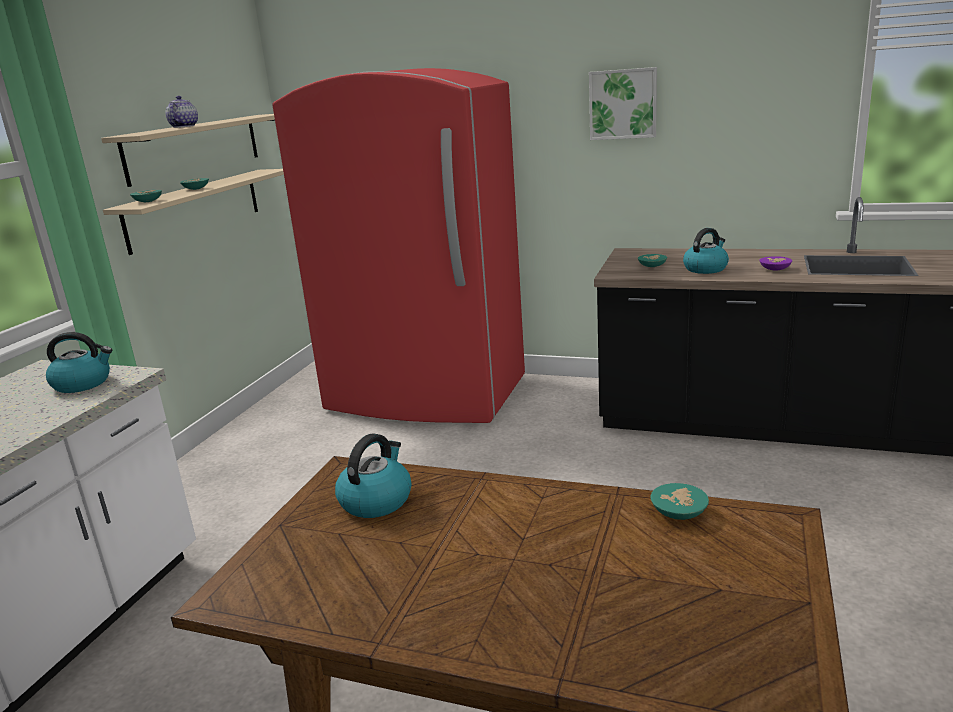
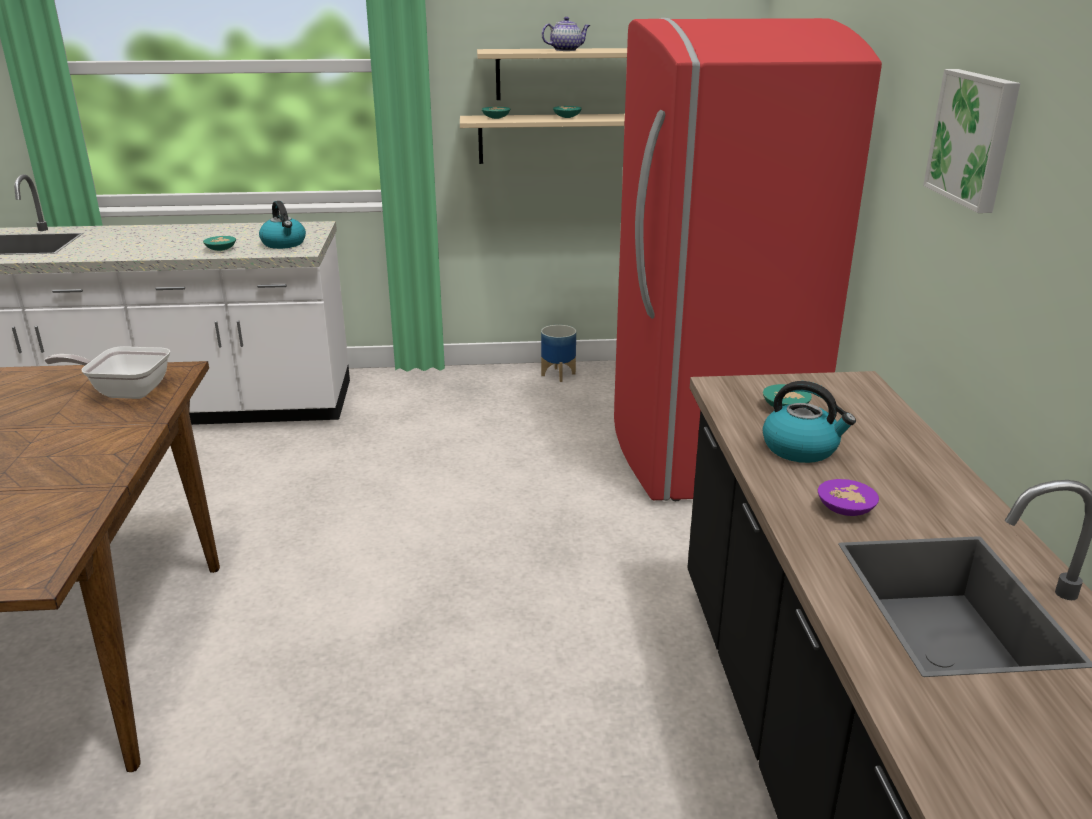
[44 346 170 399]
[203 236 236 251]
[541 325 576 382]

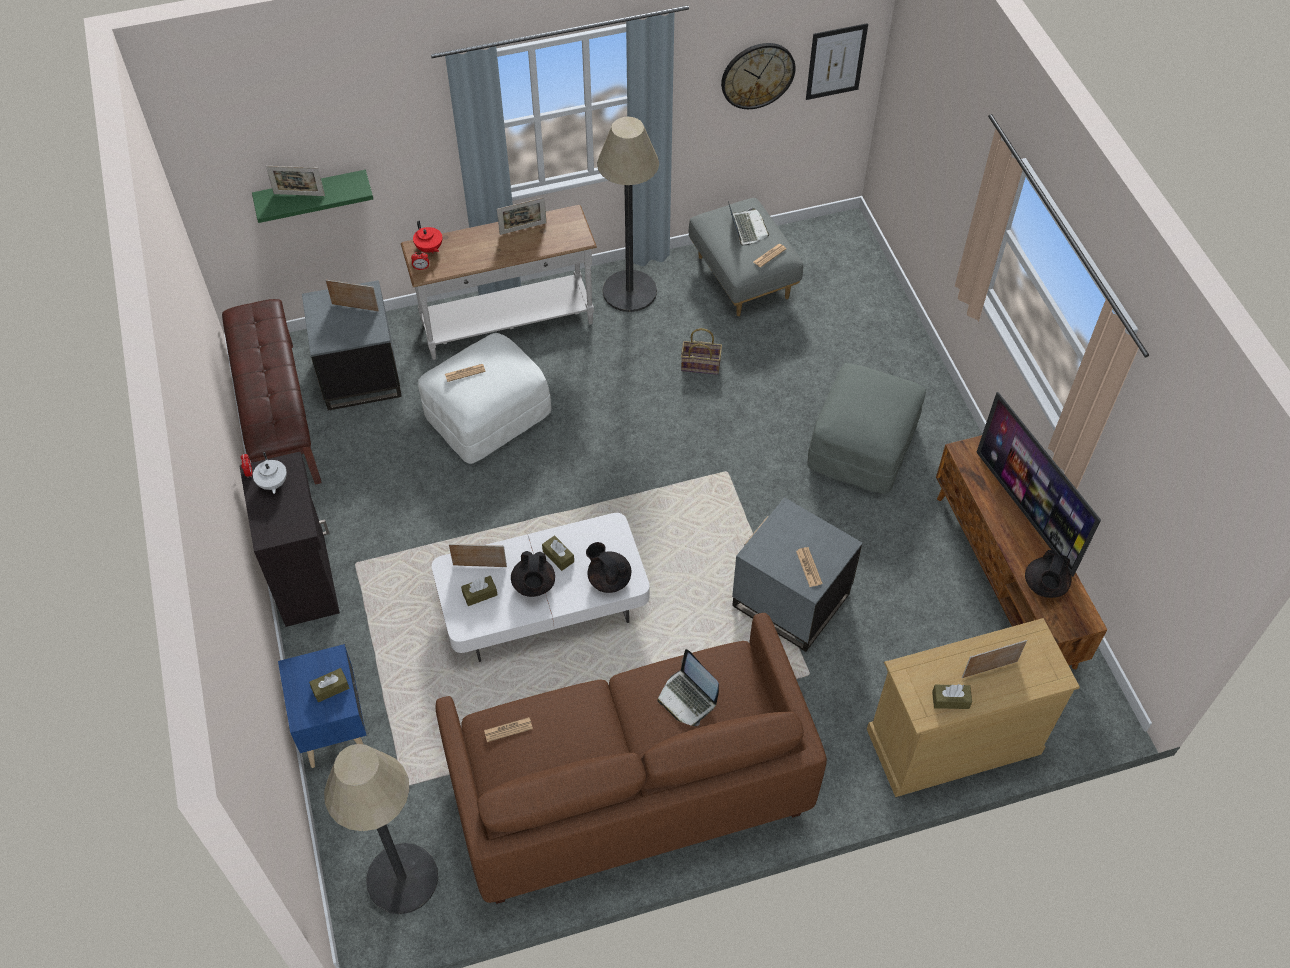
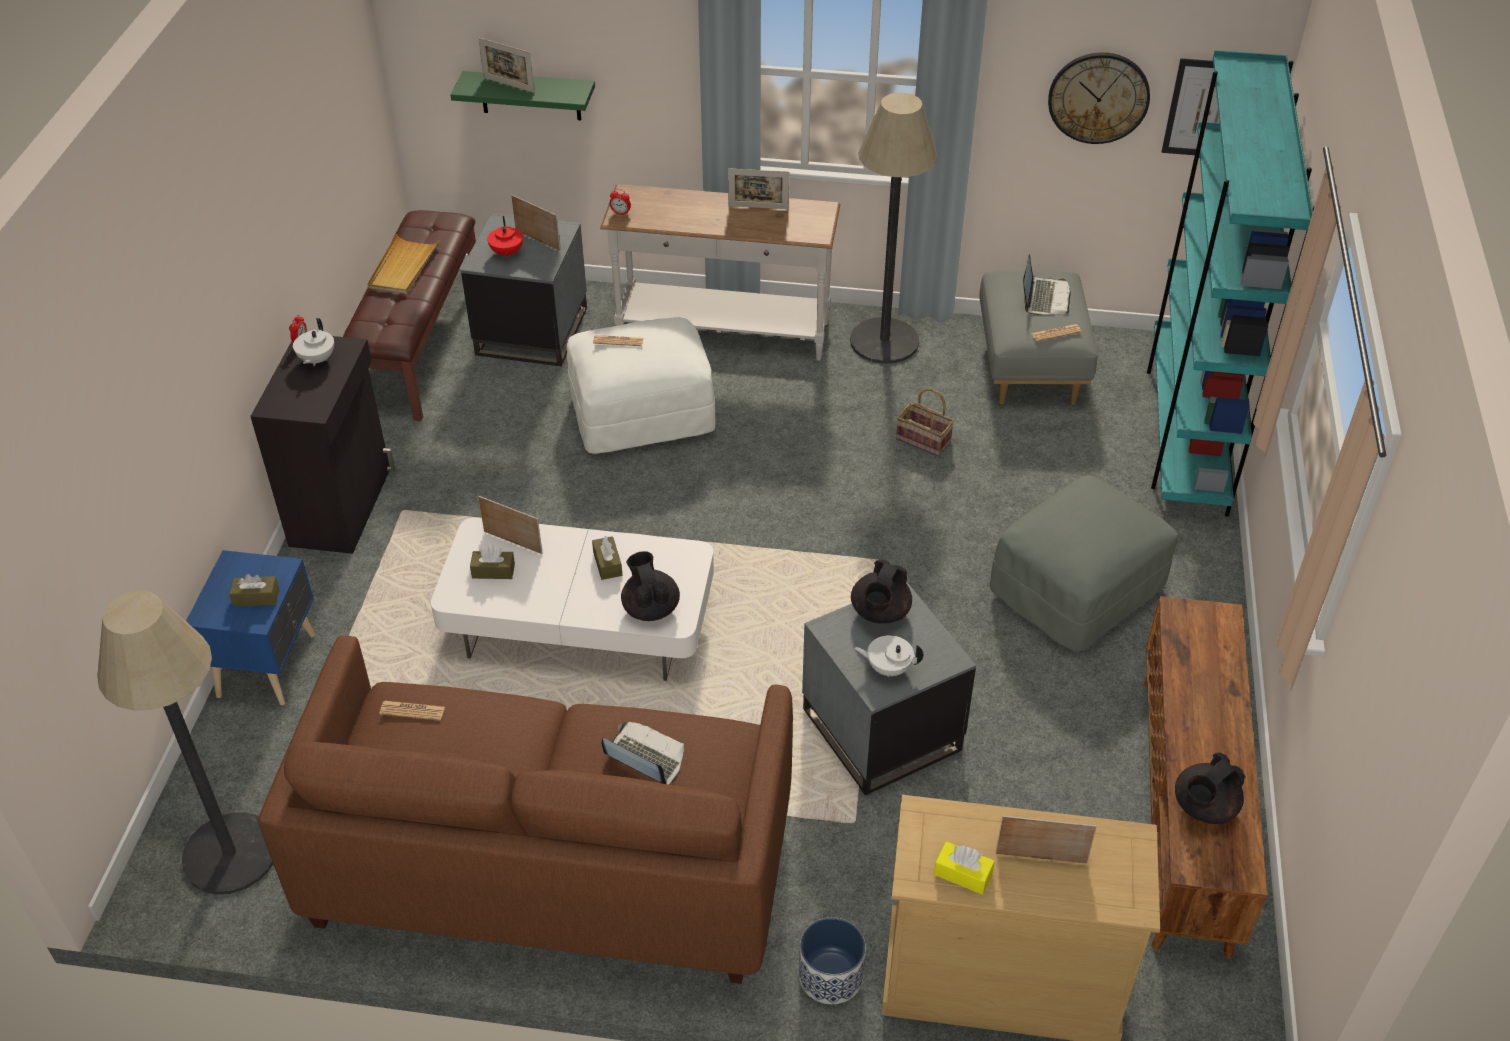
[487 216 523 259]
[851 559 912 623]
[602 722 684 785]
[854 635 923 677]
[934 841 995 895]
[976 392 1101 577] (first image)
[367 234 440 294]
[799 917 866 1004]
[1147 50 1314 517]

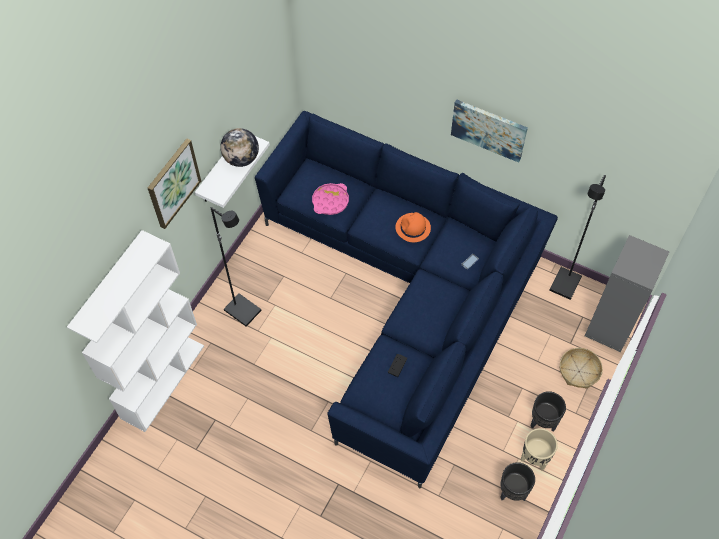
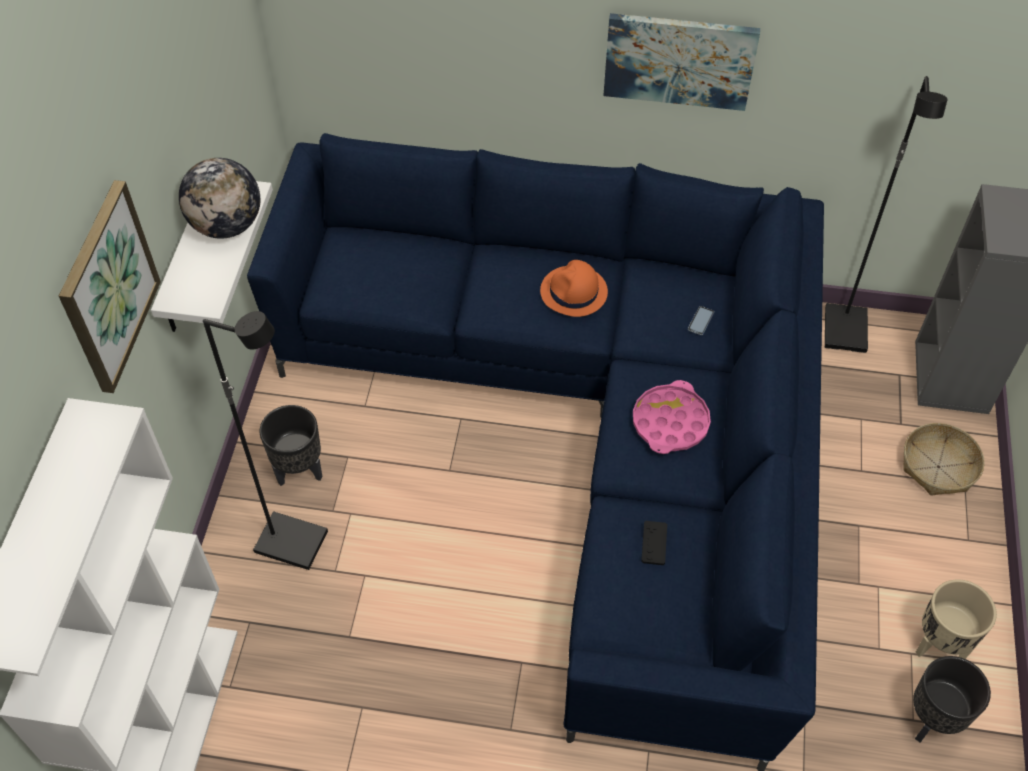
[633 380 711 454]
[259 405 323 486]

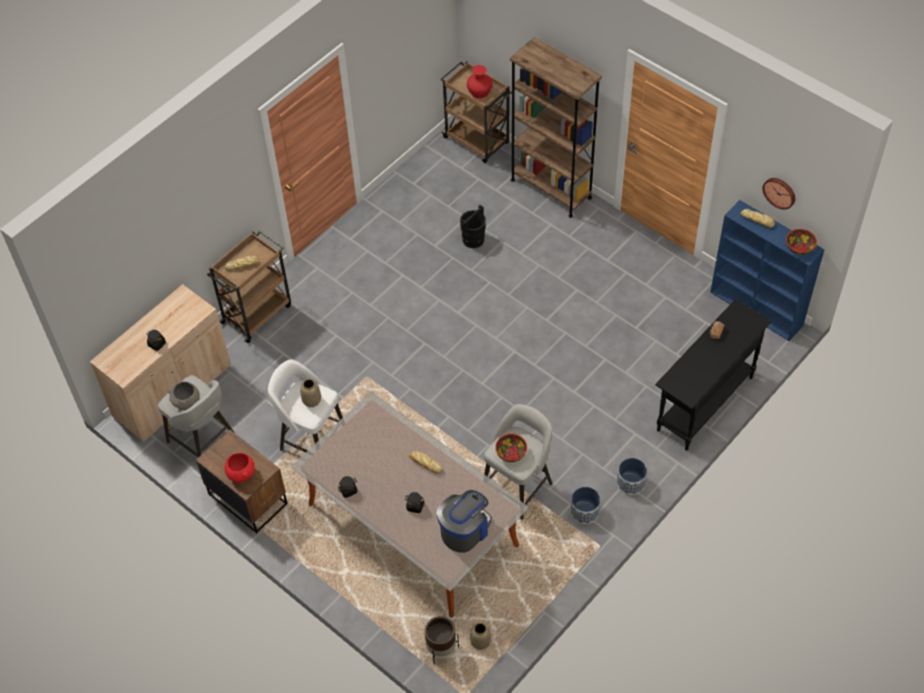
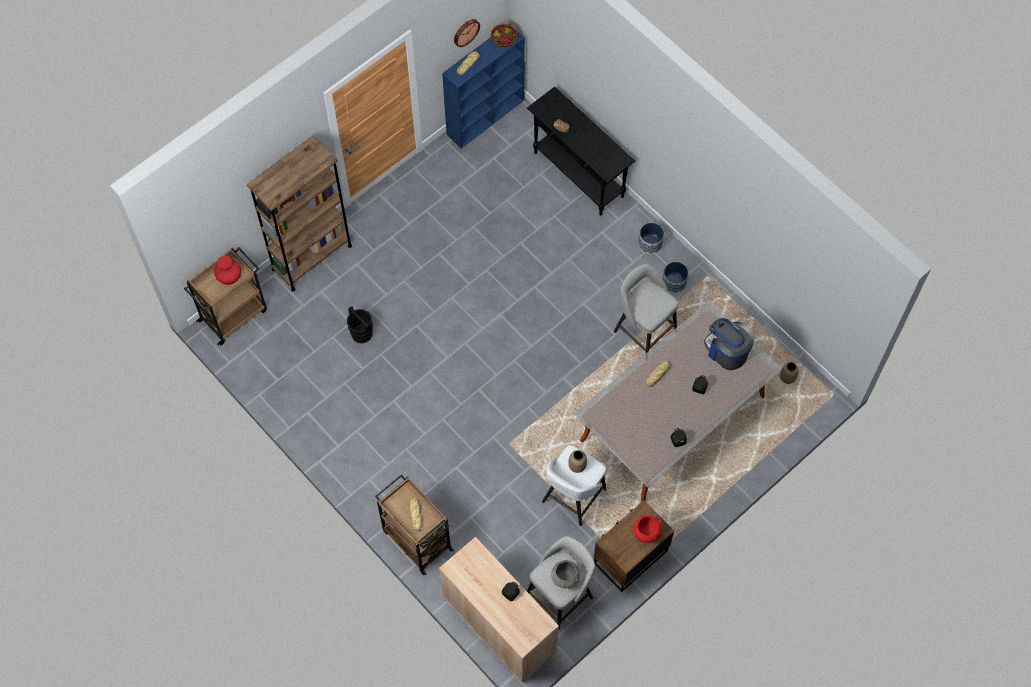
[425 616 459 664] (first image)
[495 434 527 462] (first image)

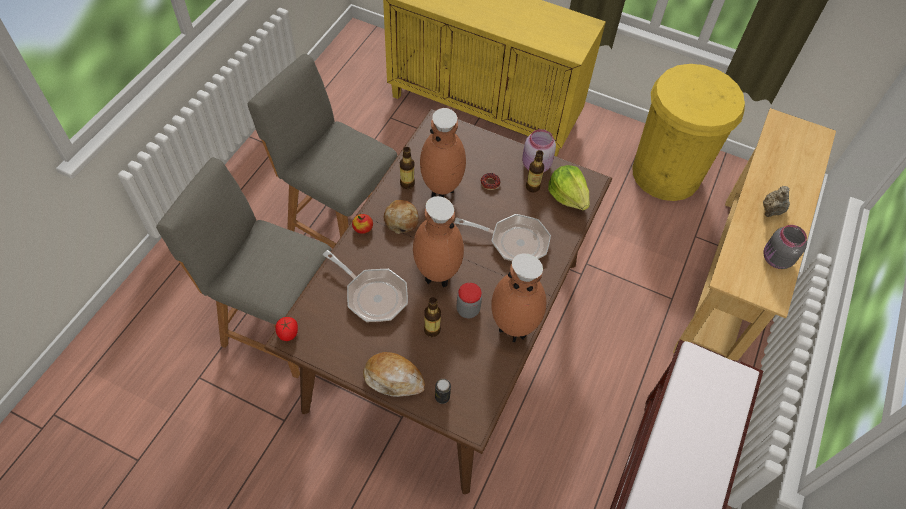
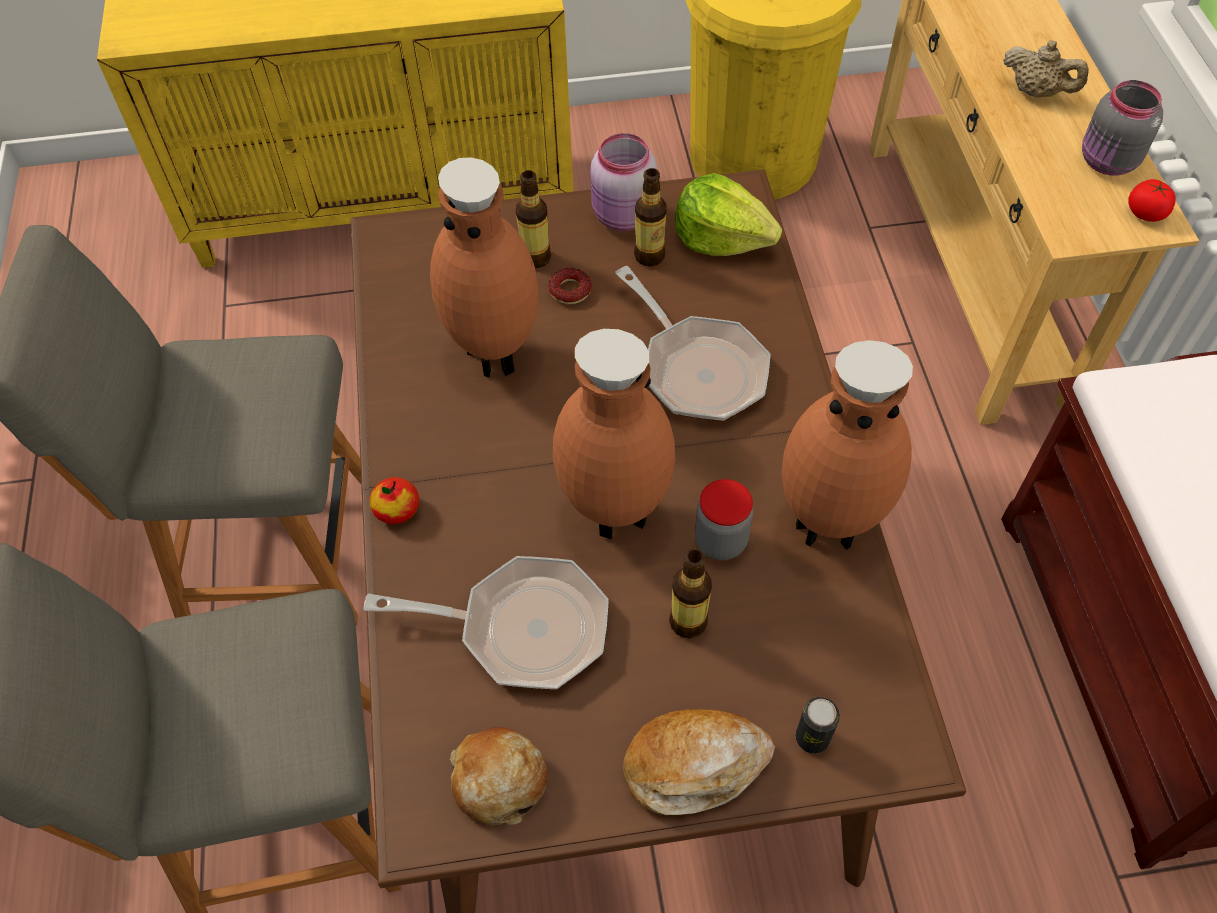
[1128 179 1176 222]
[450 727 548 826]
[516 170 551 268]
[615 266 771 421]
[1003 40 1089 98]

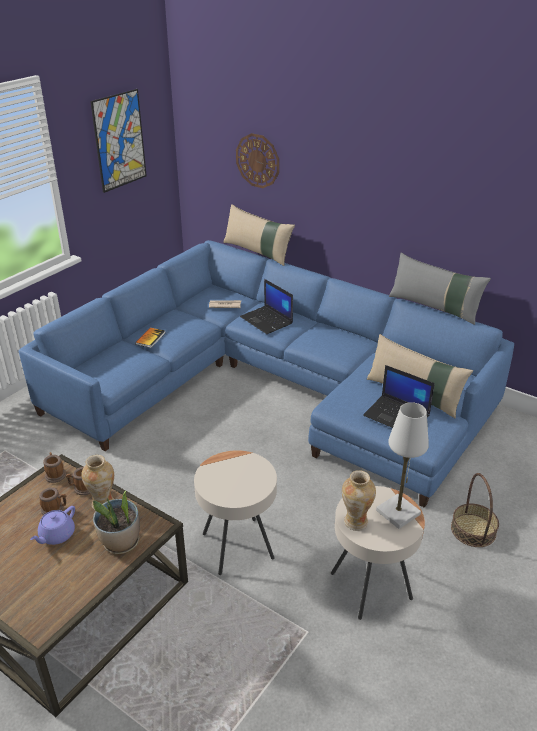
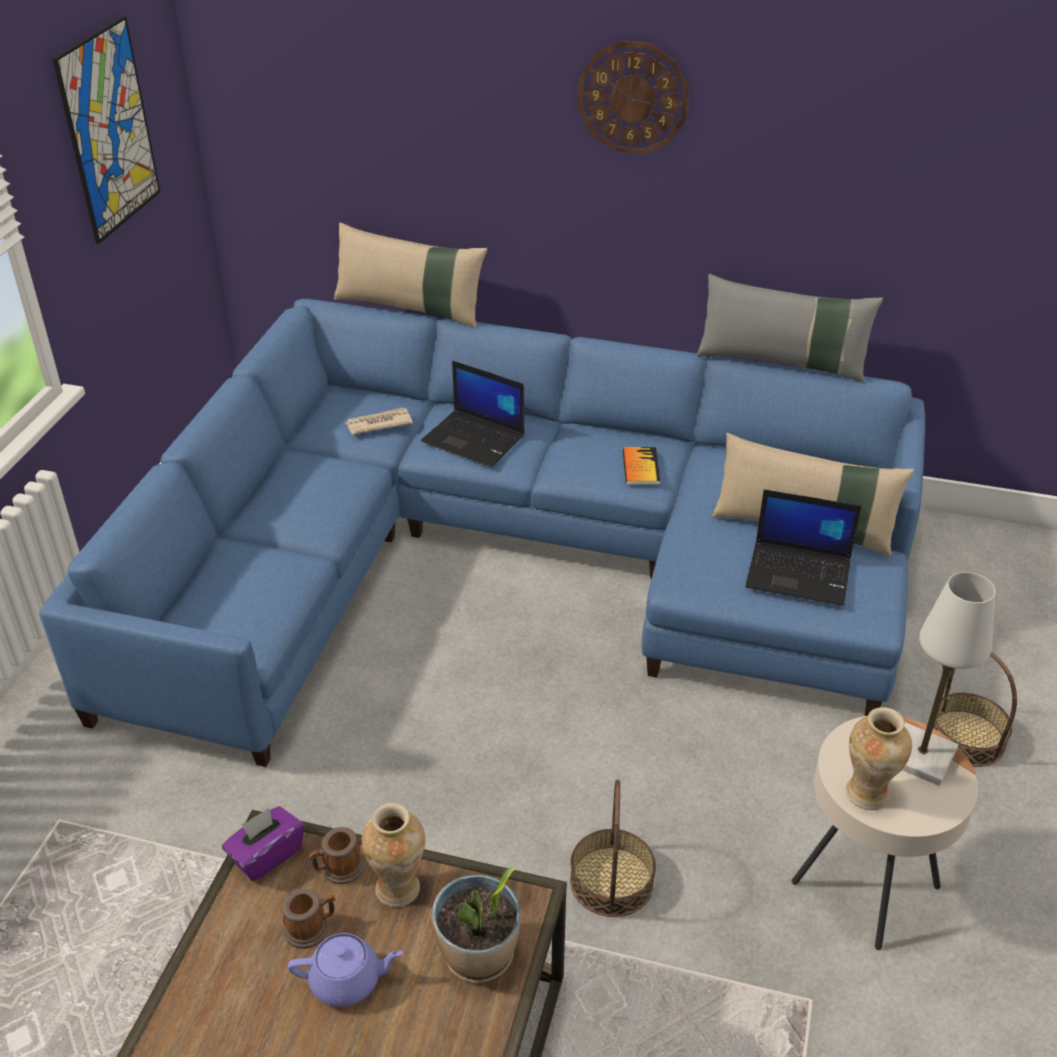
[288 933 403 1007]
[222 806 304 881]
[623 447 660 485]
[570 779 656 917]
[578 41 689 154]

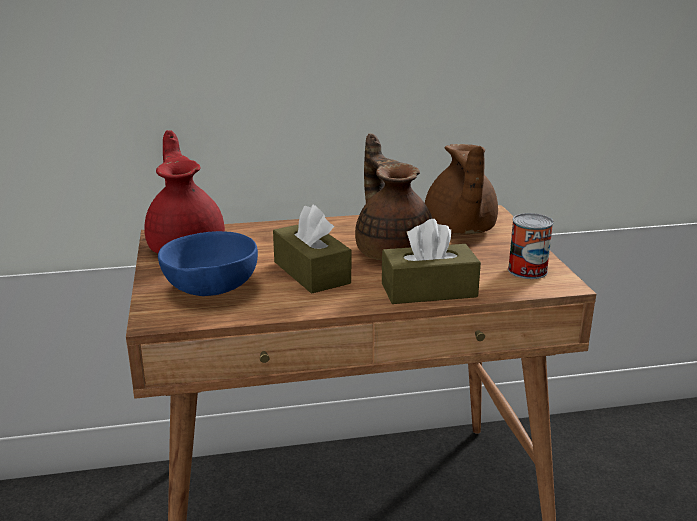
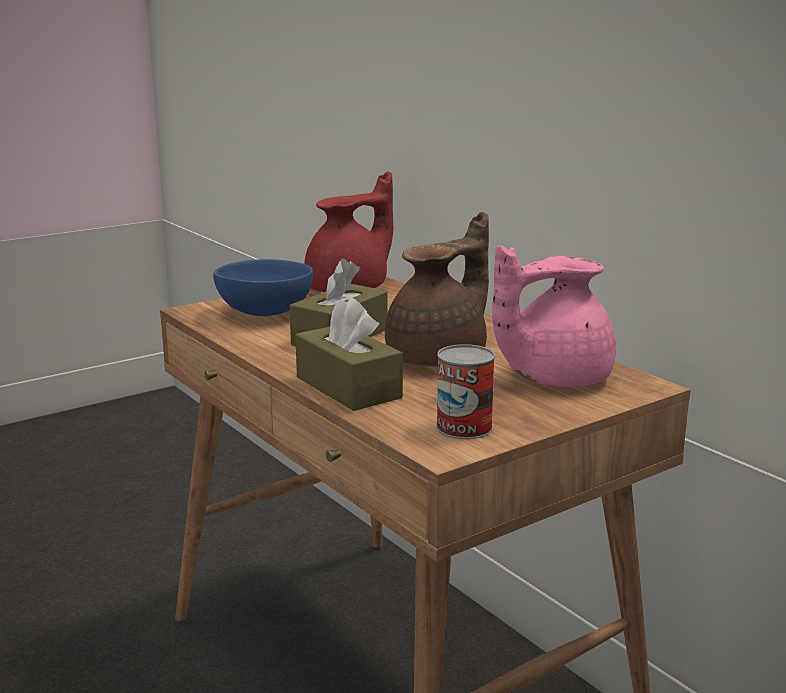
[492 246 616 387]

